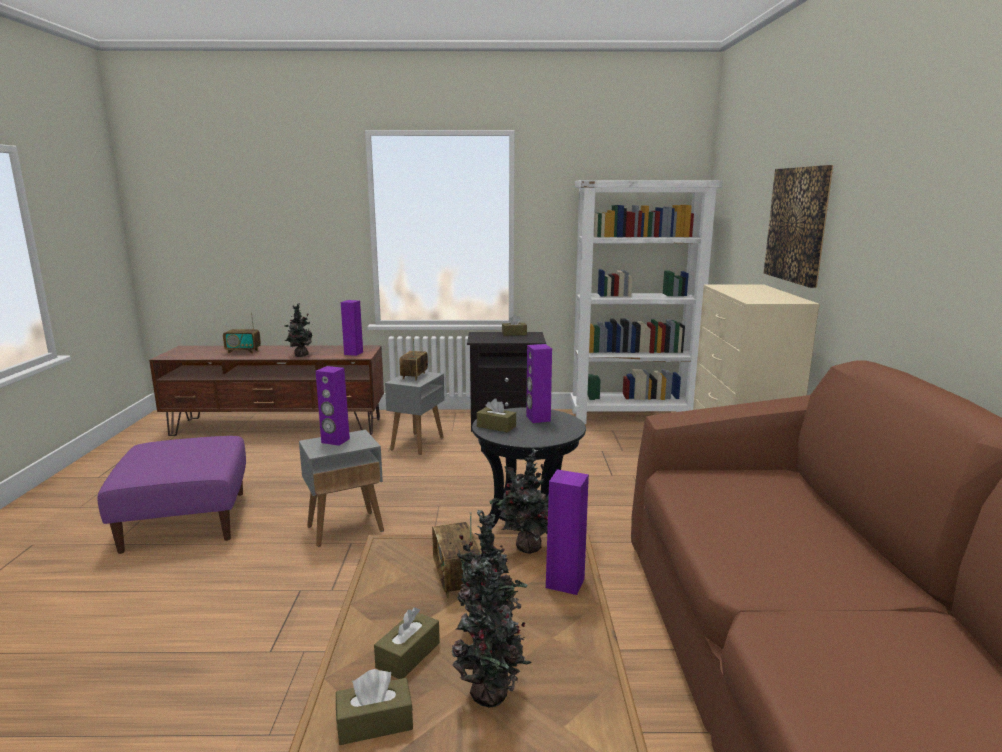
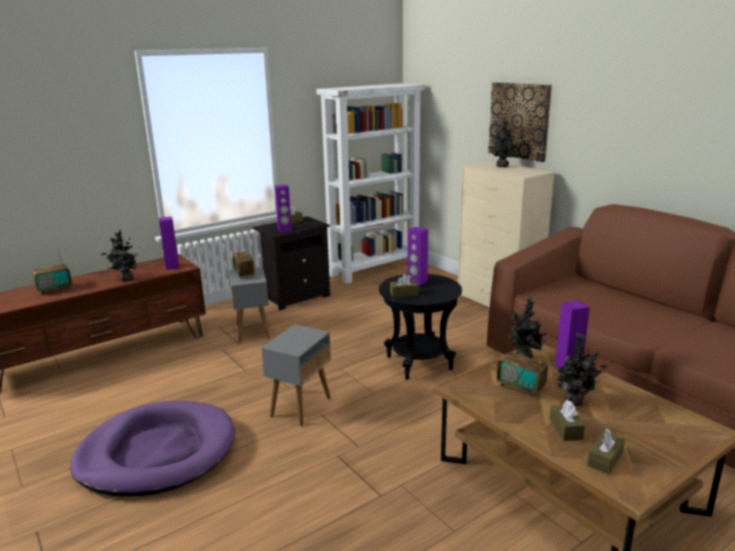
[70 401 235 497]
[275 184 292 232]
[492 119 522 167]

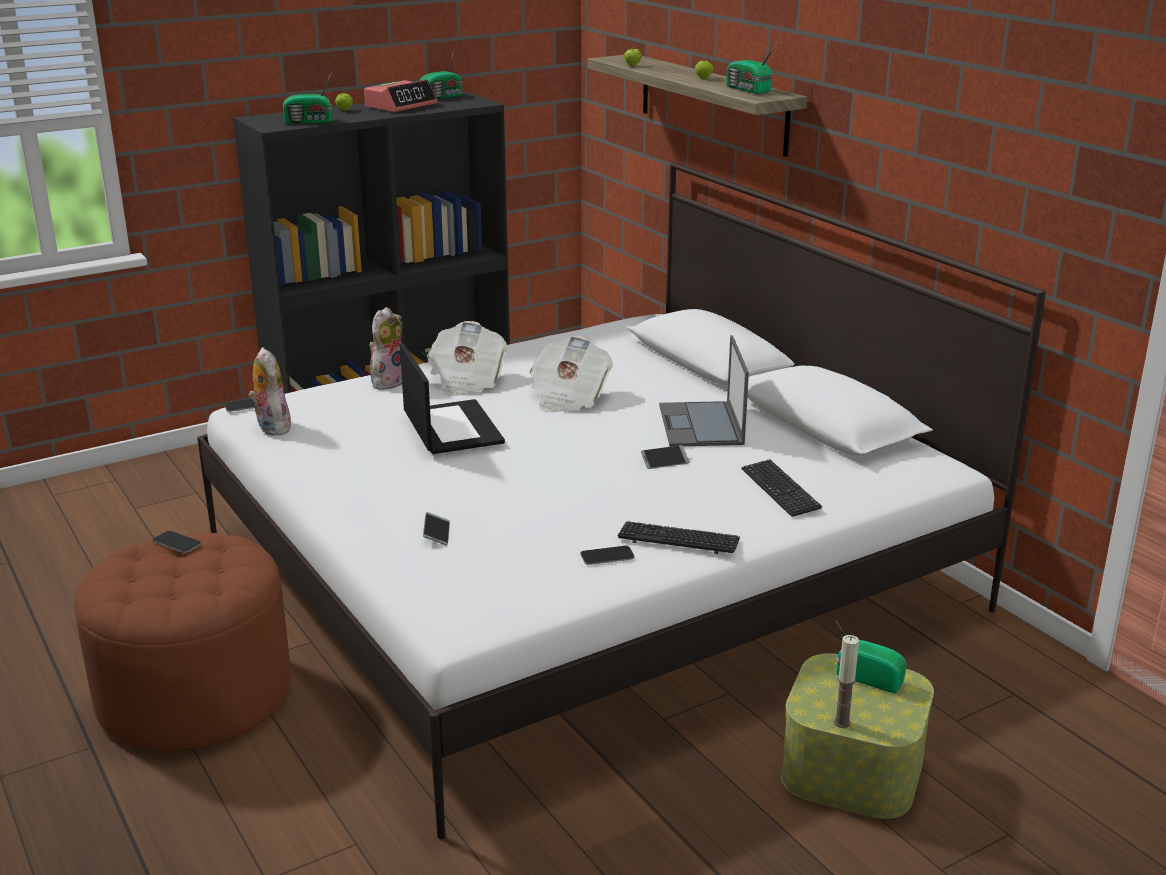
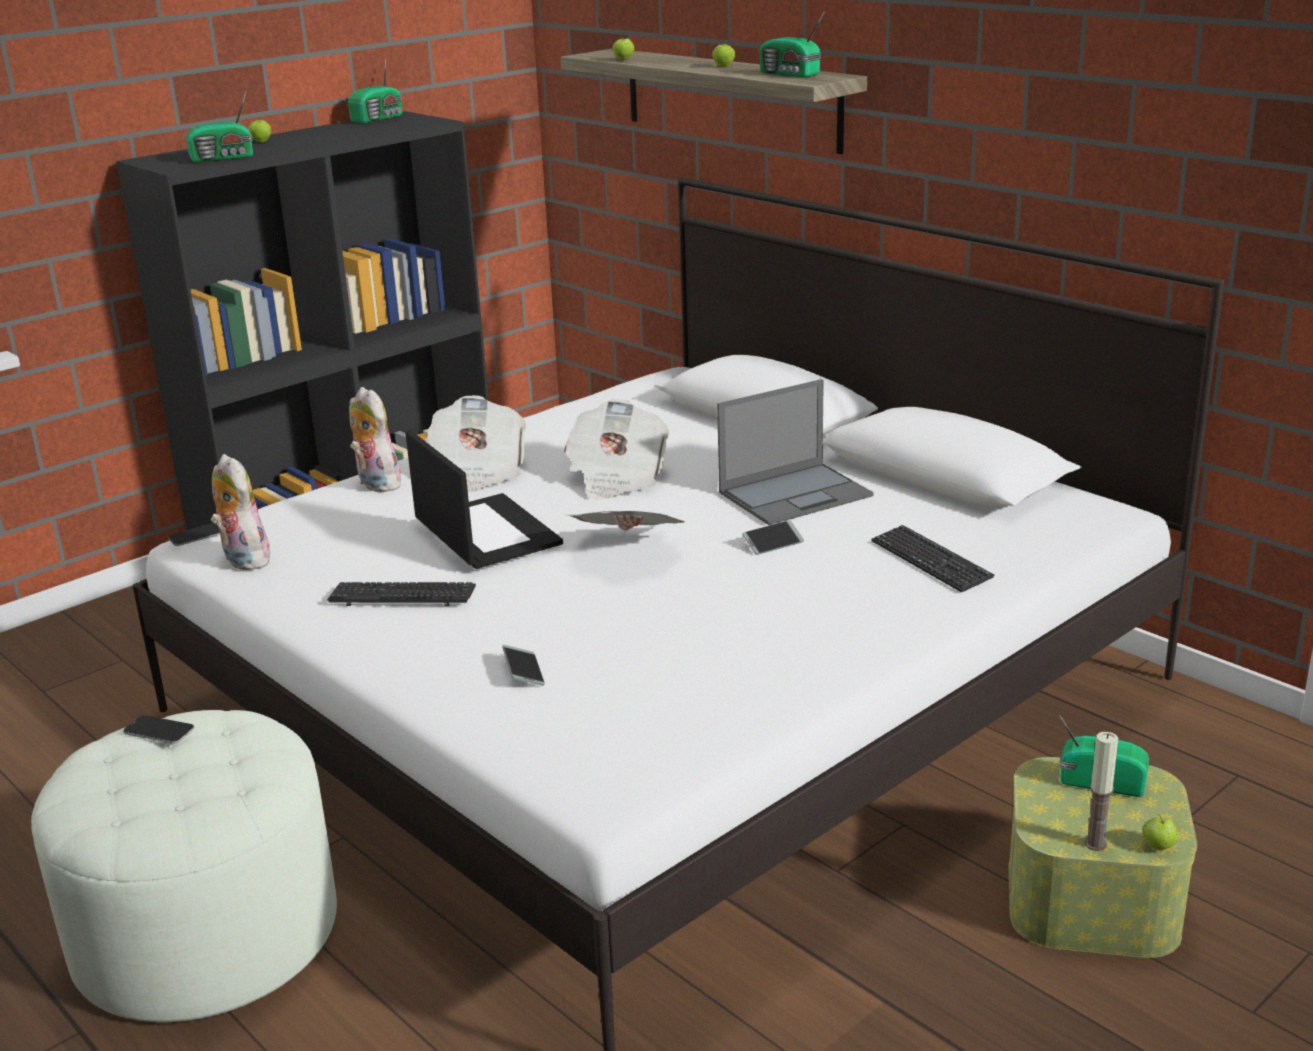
[31 710 337 1022]
[364 80 437 112] (first image)
[349 387 401 492]
[580 546 634 565] (first image)
[327 582 476 606]
[717 379 874 525]
[567 511 685 531]
[1142 813 1179 850]

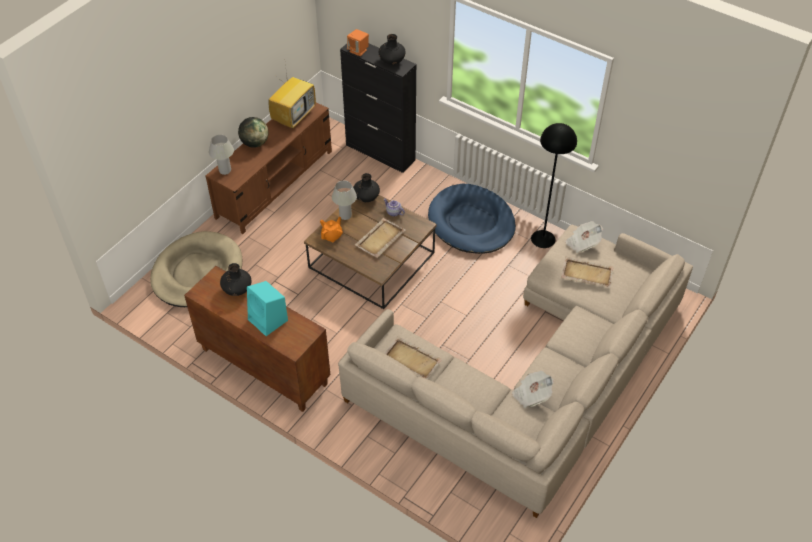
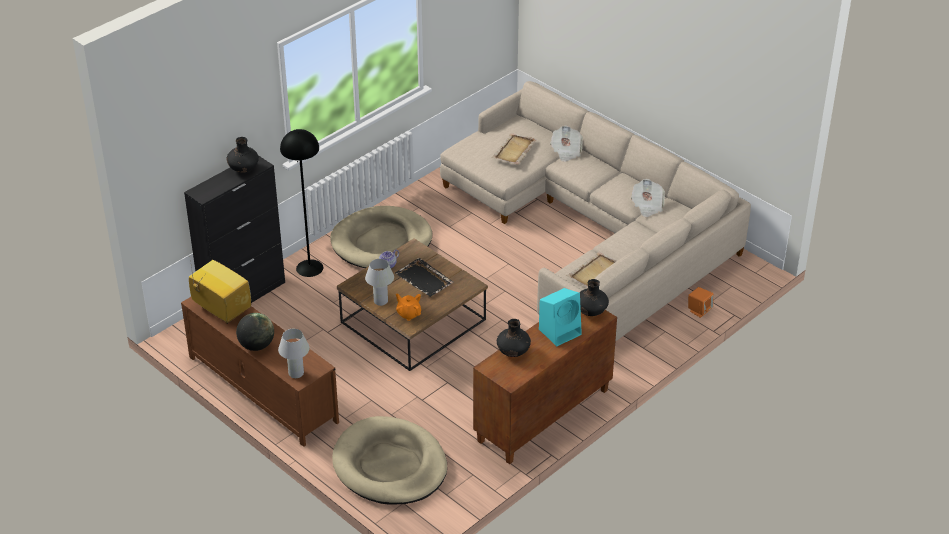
[688 287 714 318]
[579 279 609 316]
[395 258 454 297]
[330 206 432 268]
[280 129 323 277]
[550 125 583 162]

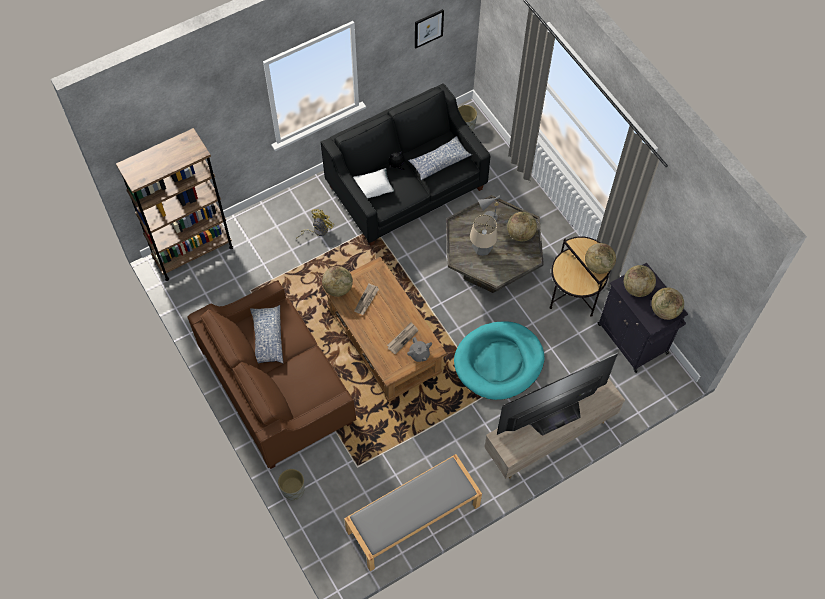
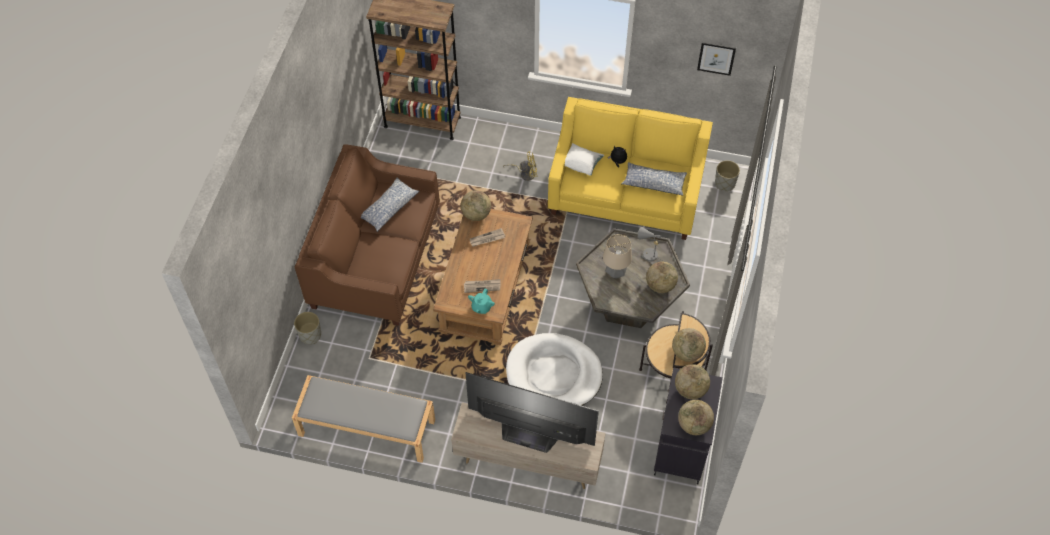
[548 97 713 240]
[468 288 495 314]
[506 333 603 406]

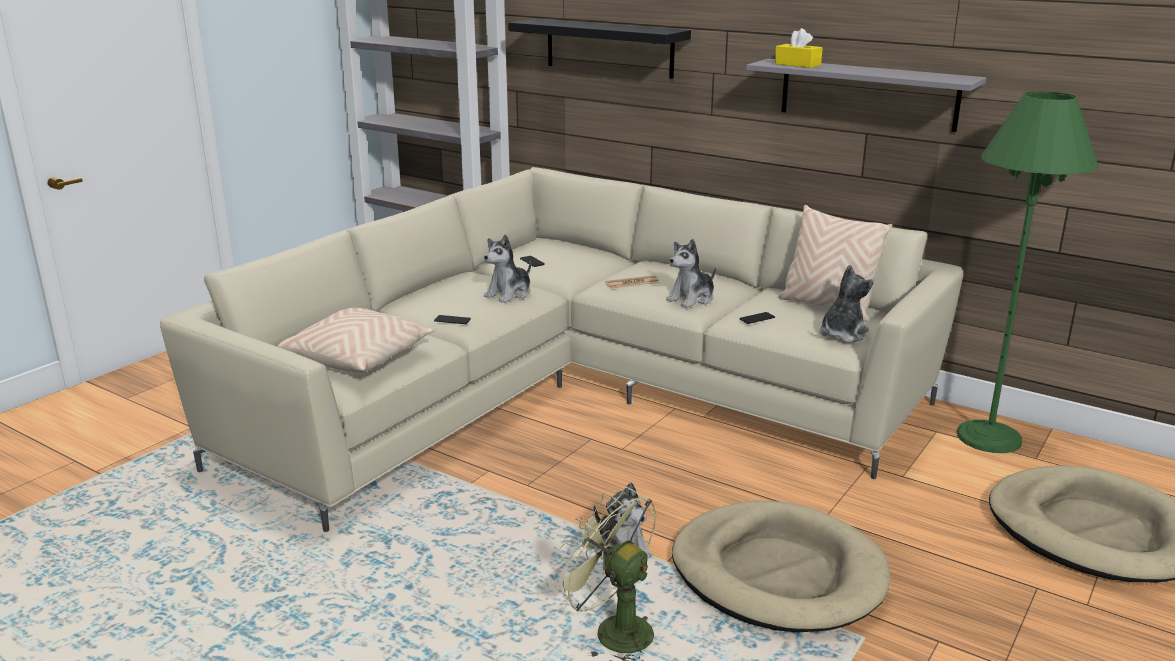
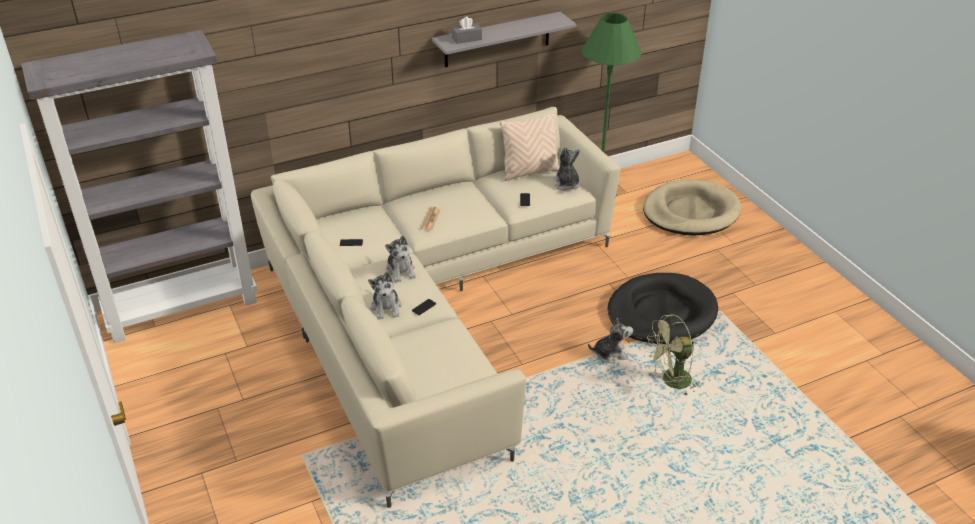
[277 308 435 373] (first image)
[508 19 691 79] (first image)
[368 272 402 320]
[608 273 718 344]
[452 17 482 44]

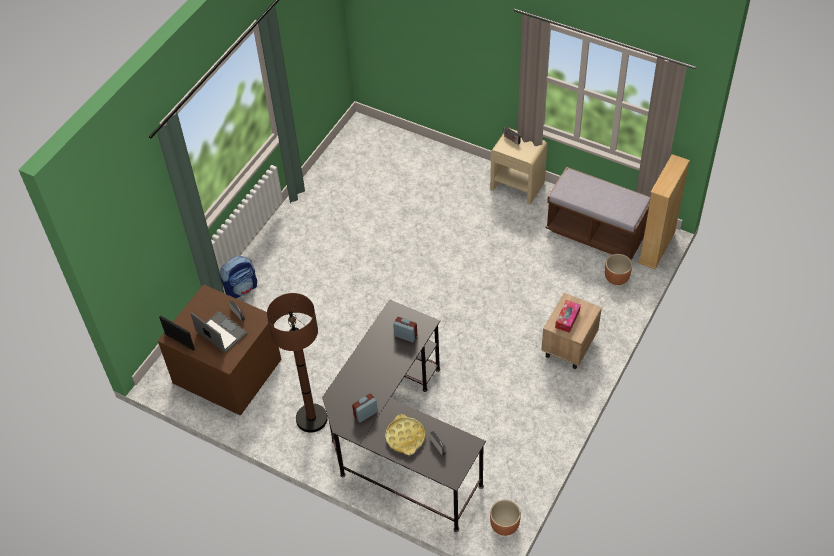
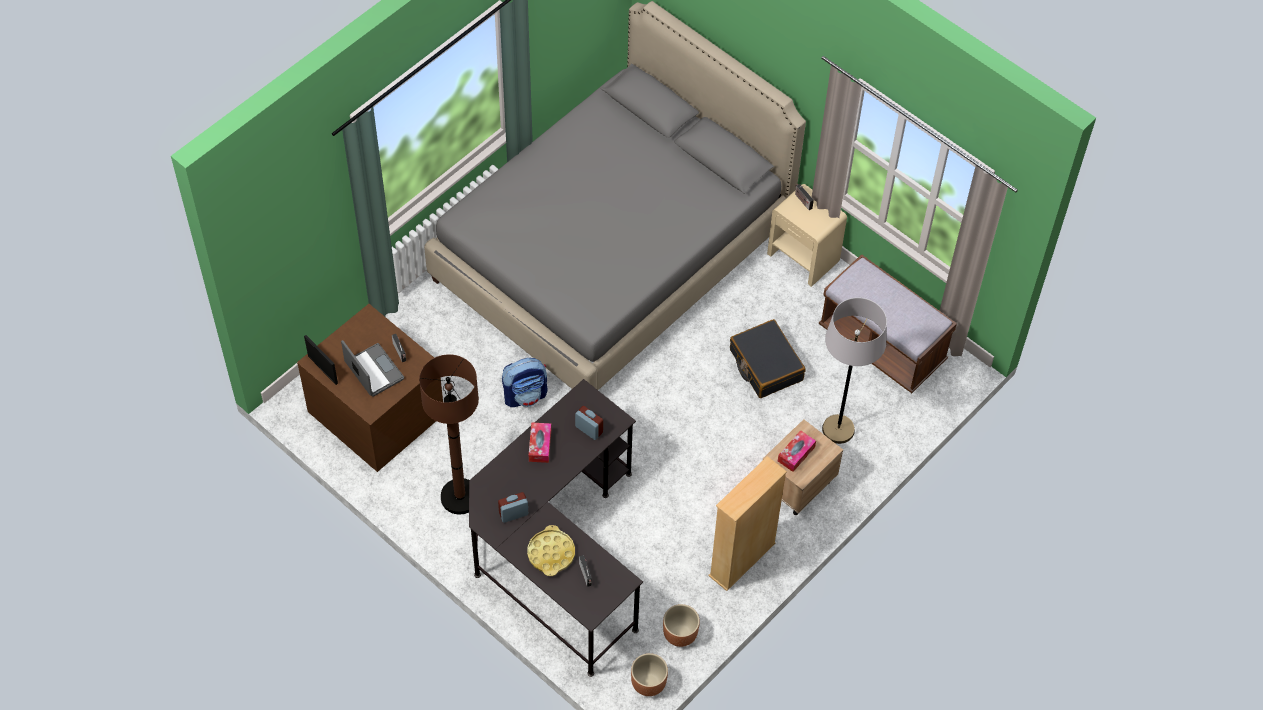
[502 358 548 407]
[663 604 700 647]
[708 456 787 591]
[424 1 806 390]
[529 422 551 463]
[730 319 805 398]
[822 297 887 444]

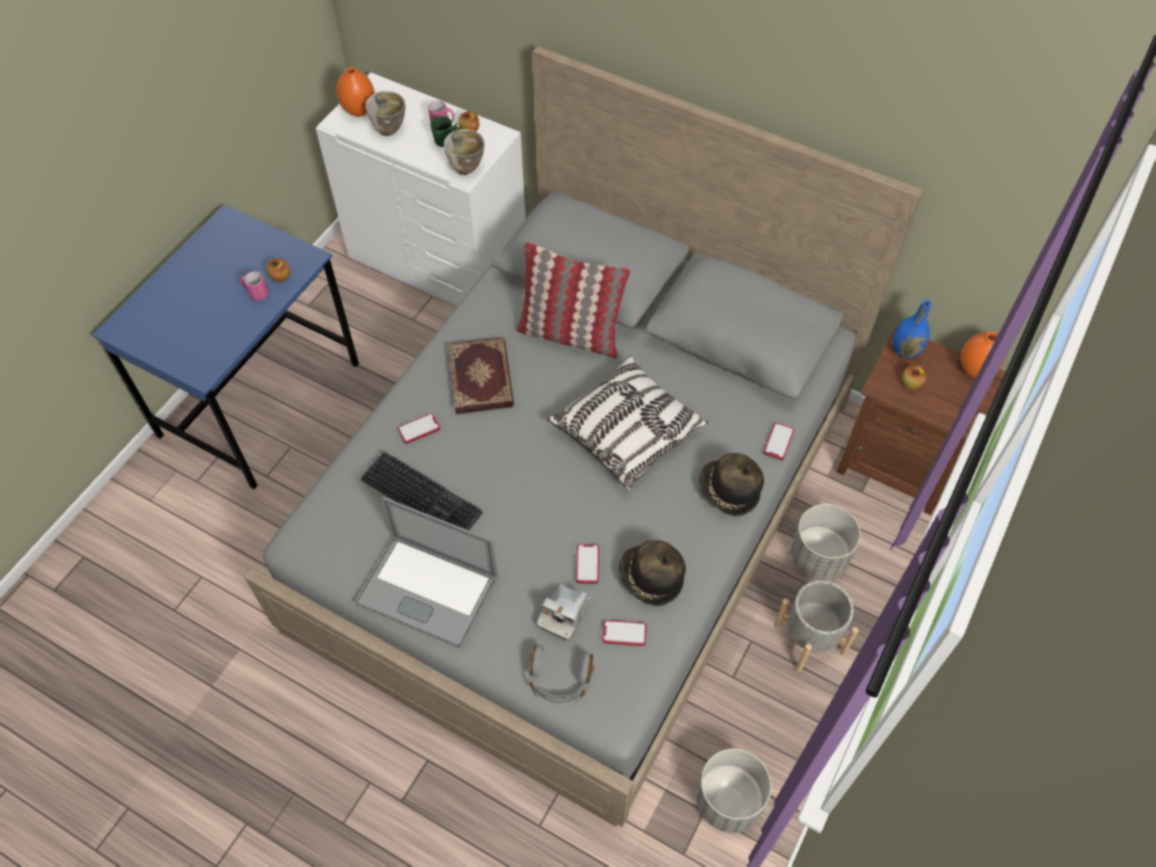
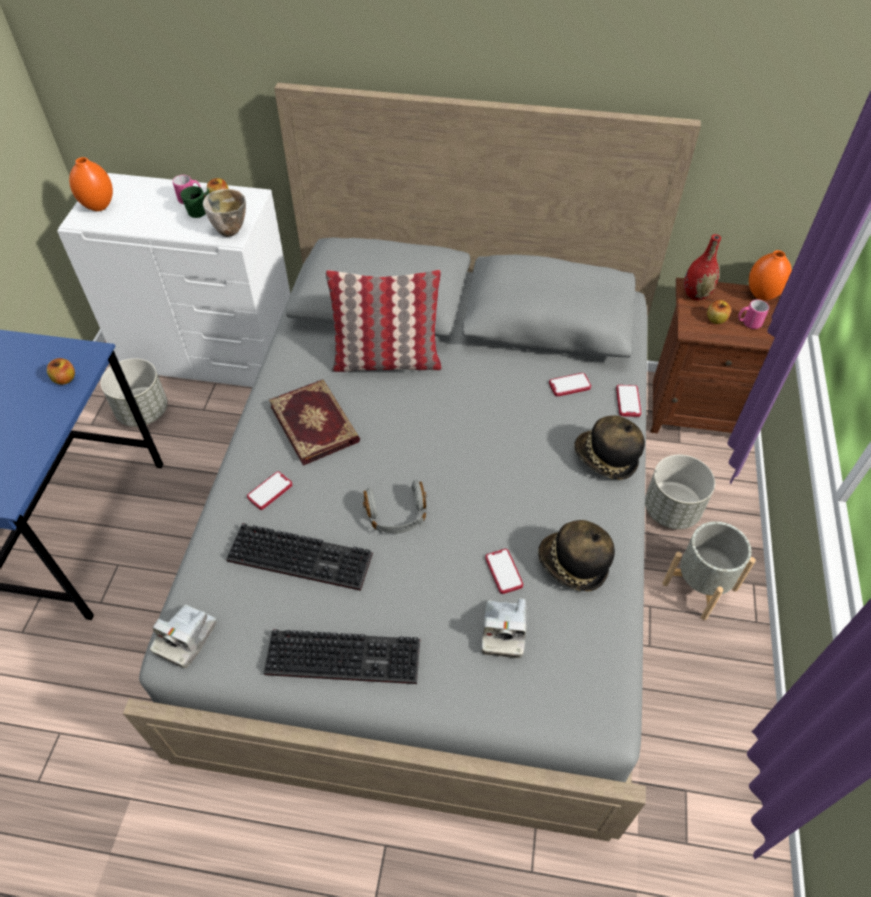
[738 300 769 329]
[264 629 420 684]
[366 91 405 136] (first image)
[363 480 427 534]
[547 356 708 490] (first image)
[549 373 591 397]
[101 358 168 427]
[684 234 721 300]
[150 605 216 668]

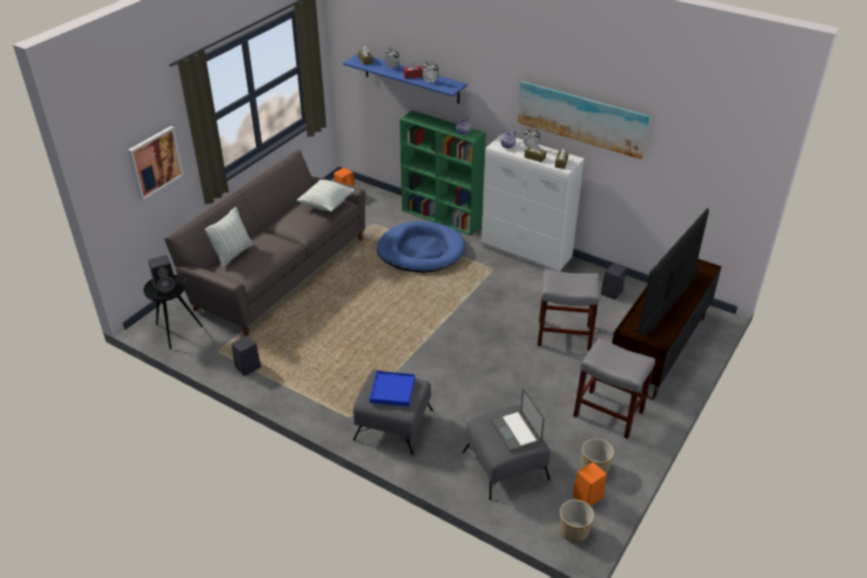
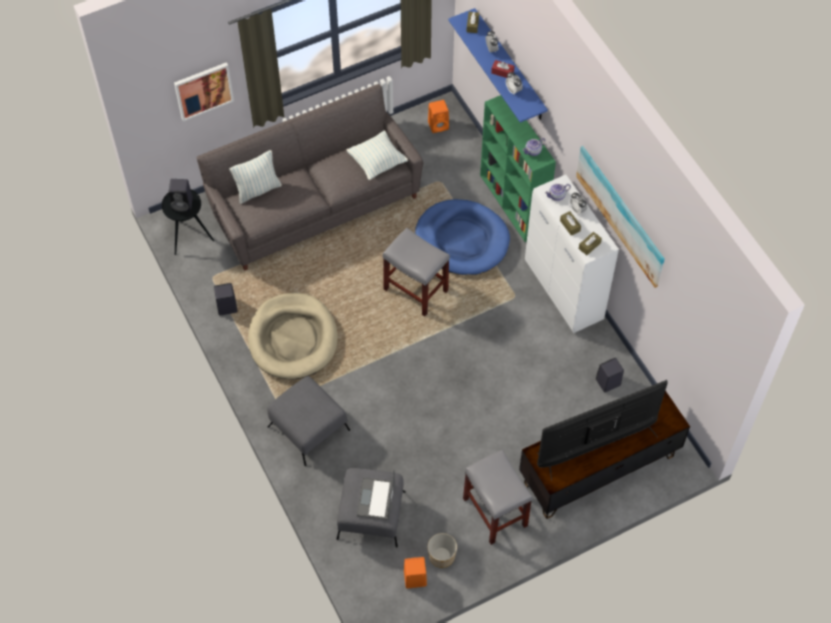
[370 371 415 407] (first image)
[383 228 450 317]
[559 500 594 542] (first image)
[248 293 338 380]

